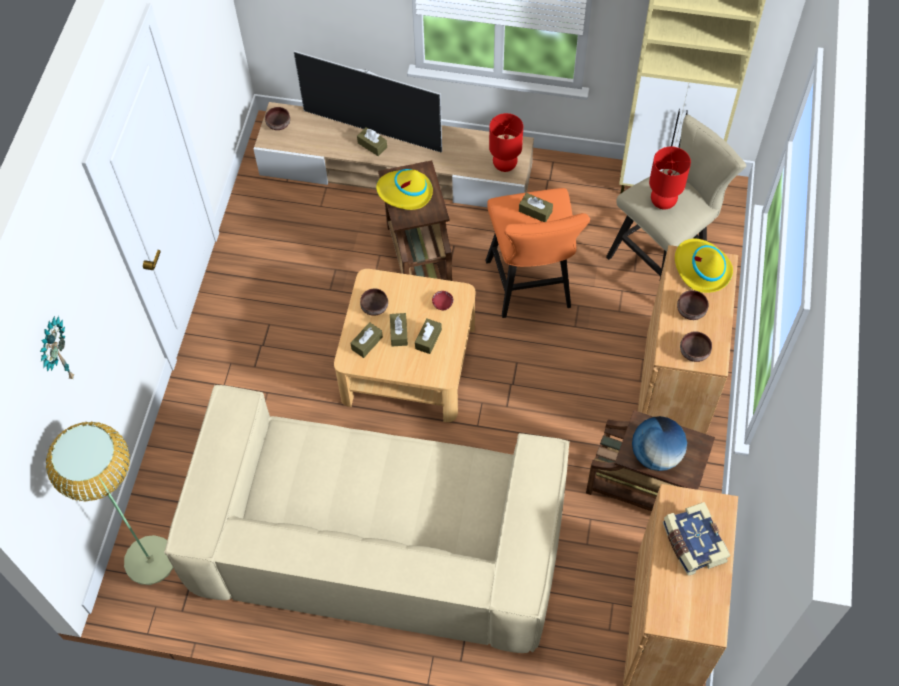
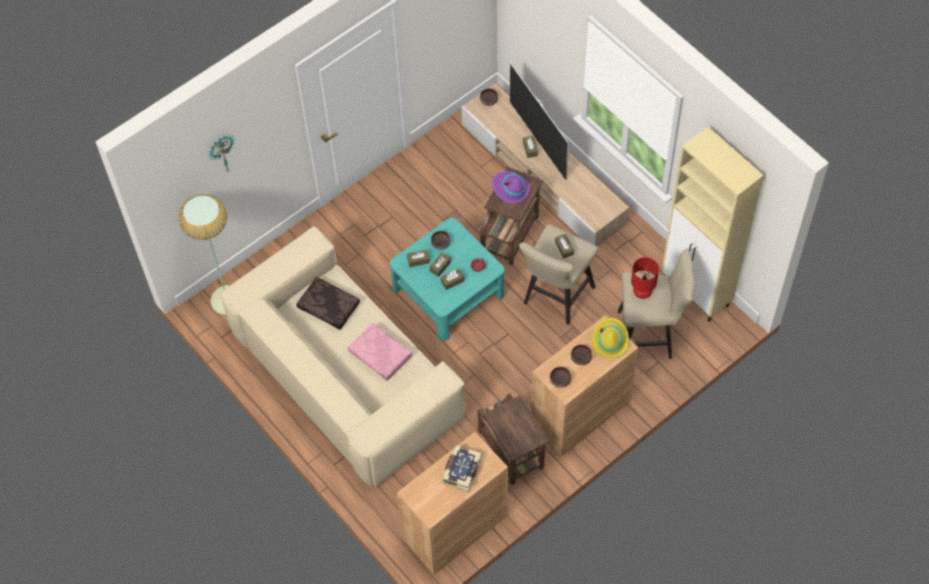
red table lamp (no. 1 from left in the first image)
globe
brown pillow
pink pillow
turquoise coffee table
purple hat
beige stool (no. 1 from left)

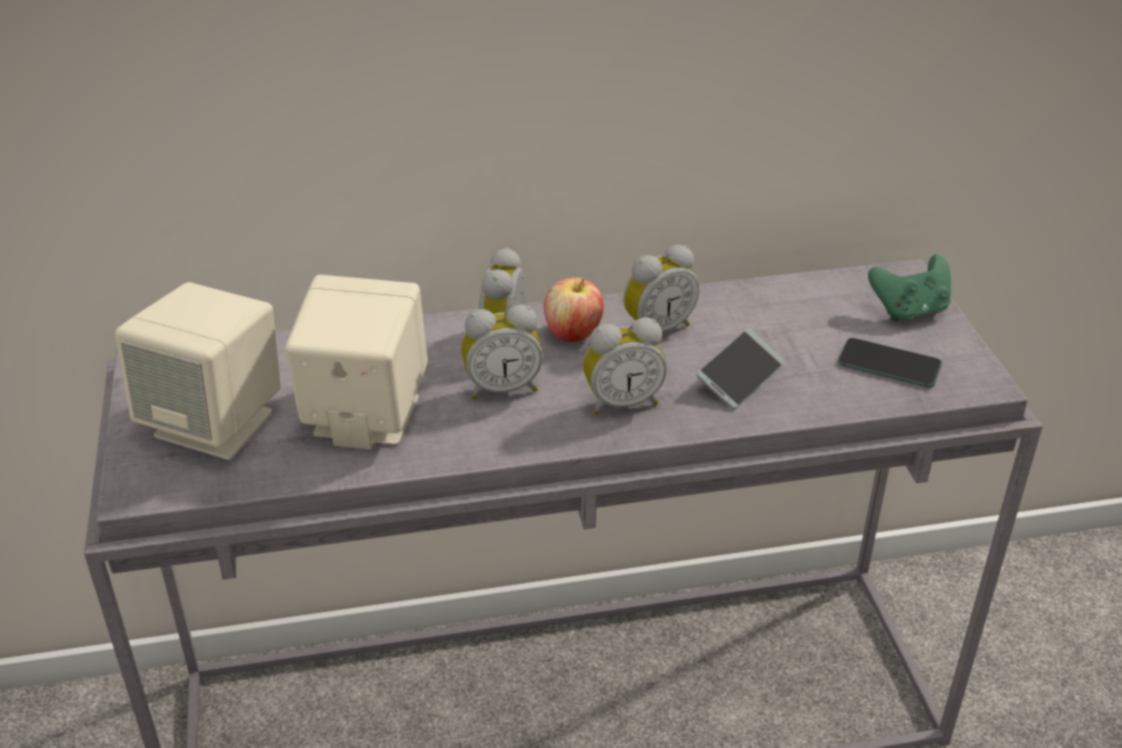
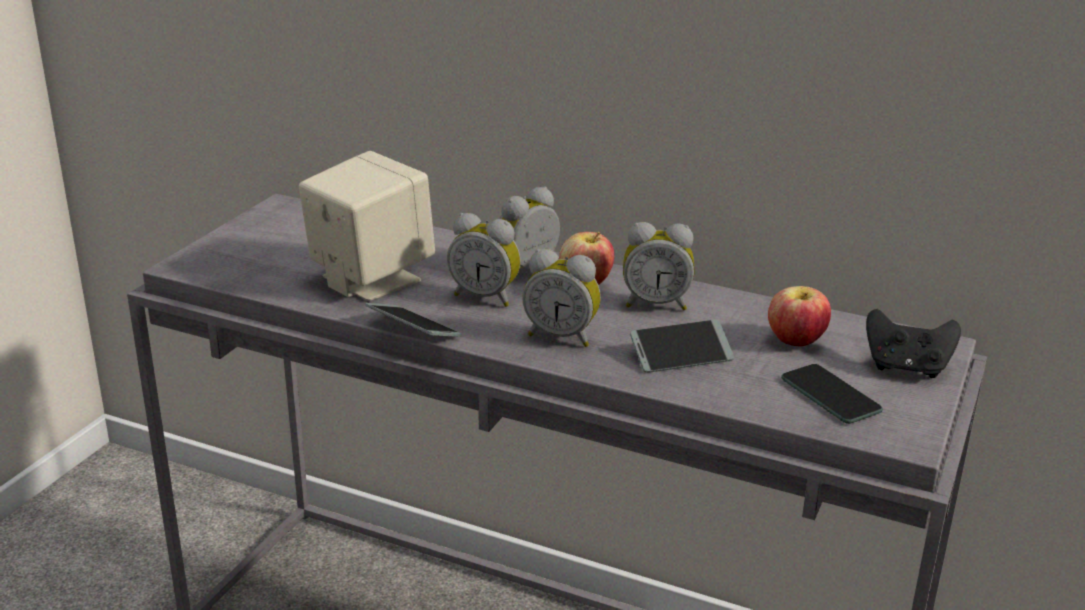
beige speaker (no. 1 from left in the first image)
phone (no. 1 from left)
apple (no. 2 from left)
black game controller

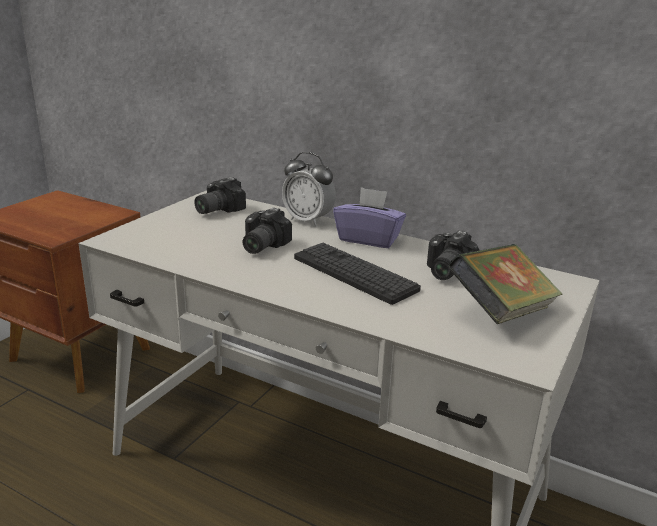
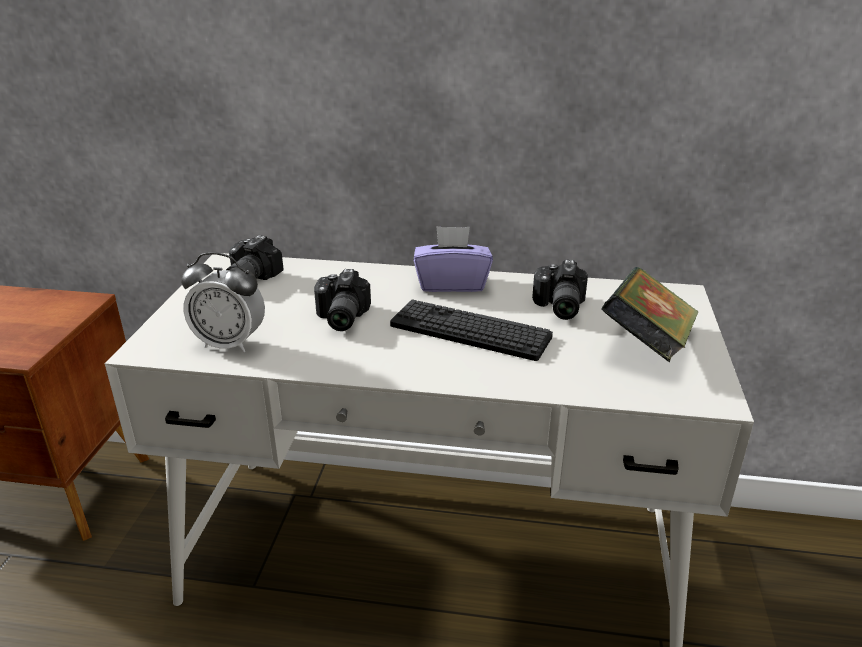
alarm clock

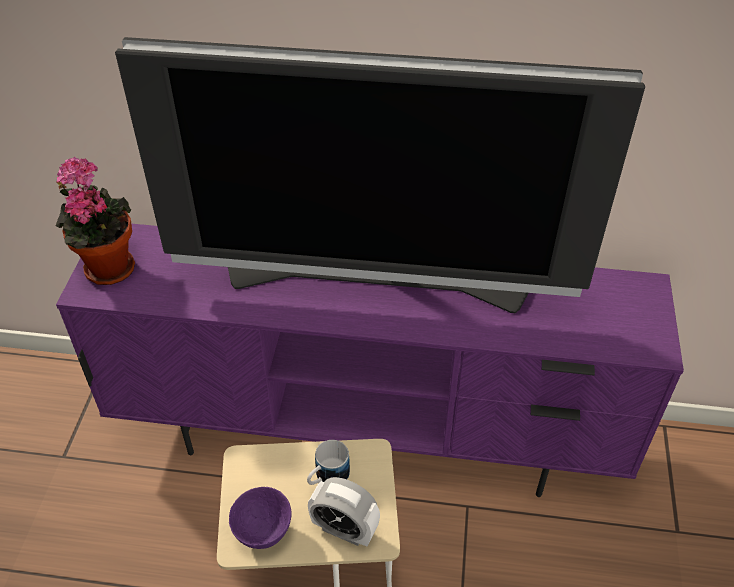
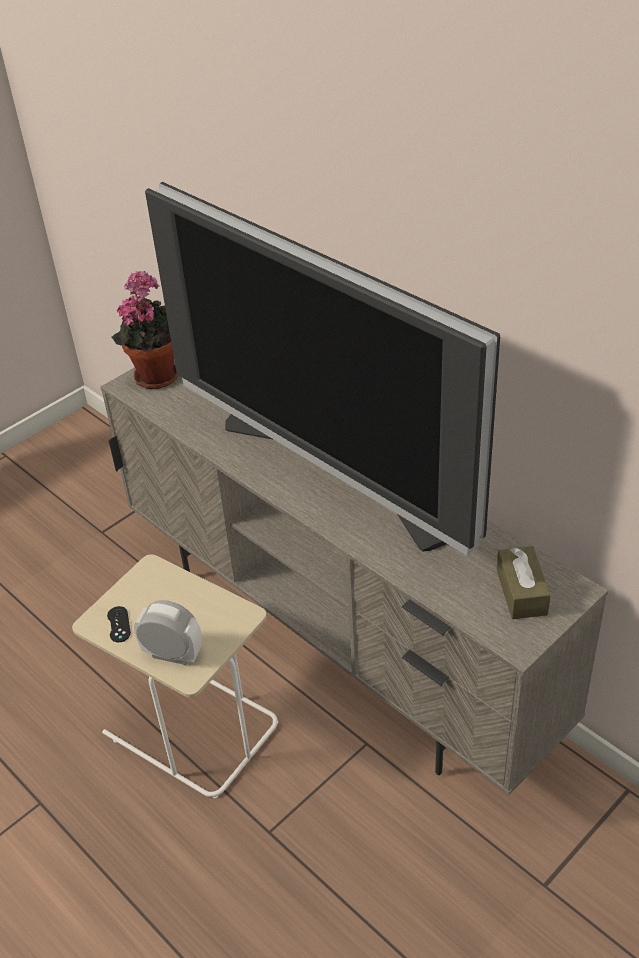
mug
brown tissue box
black game controller
beige tv stand
alarm clock

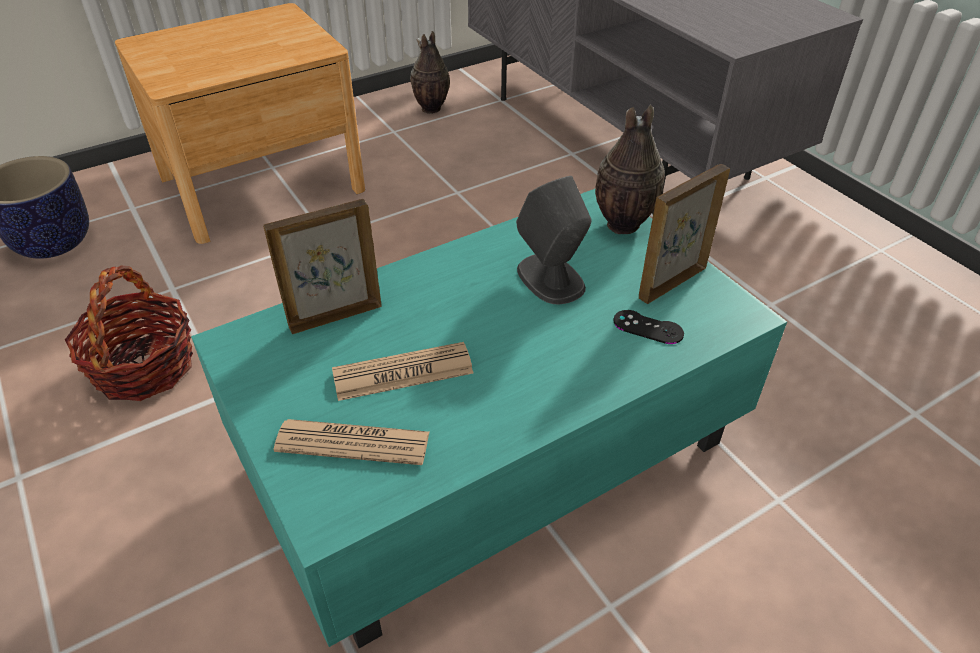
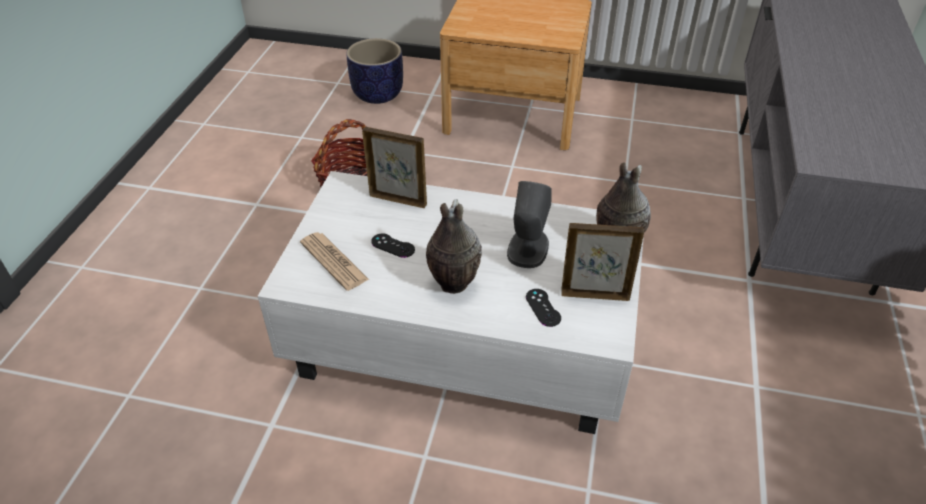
vase (no. 1 from left)
black game controller (no. 1 from left)
white coffee table

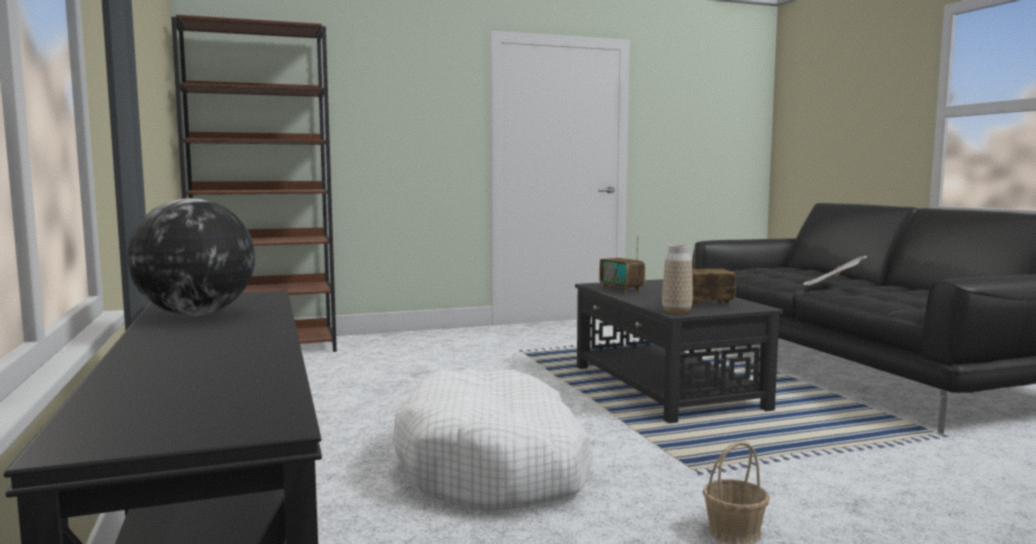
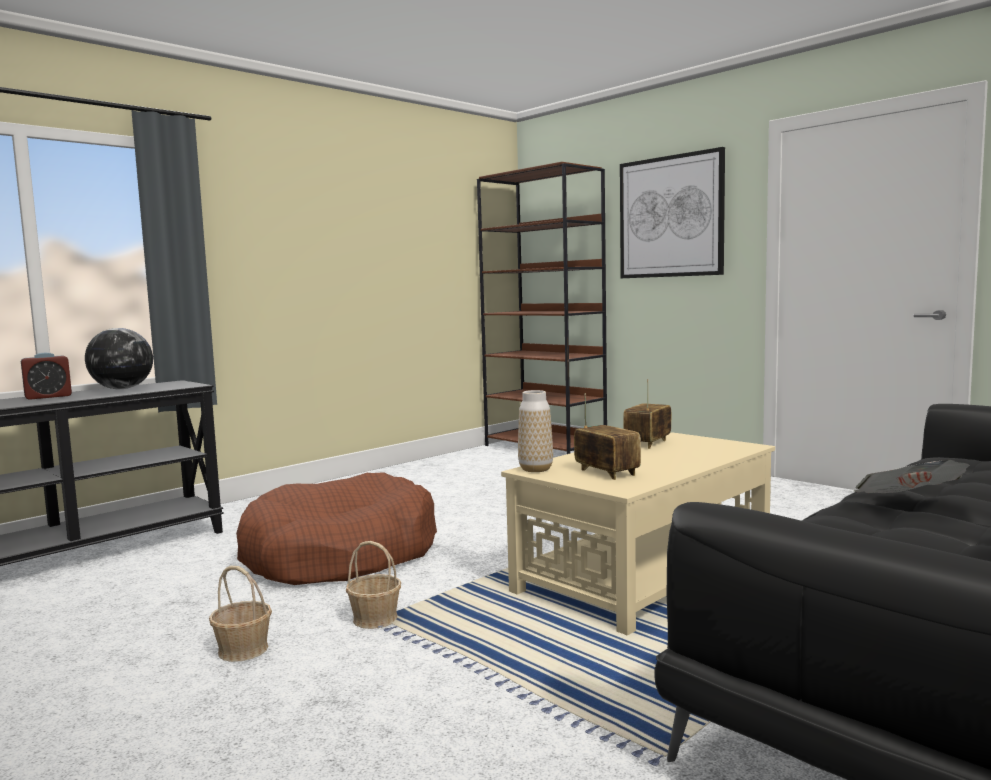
alarm clock
basket (no. 2 from left)
picture
brown dog bed
beige coffee table

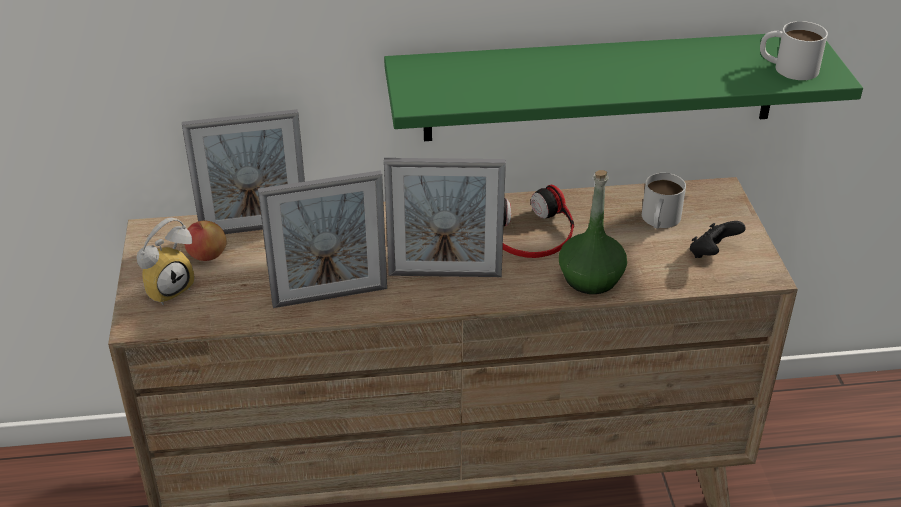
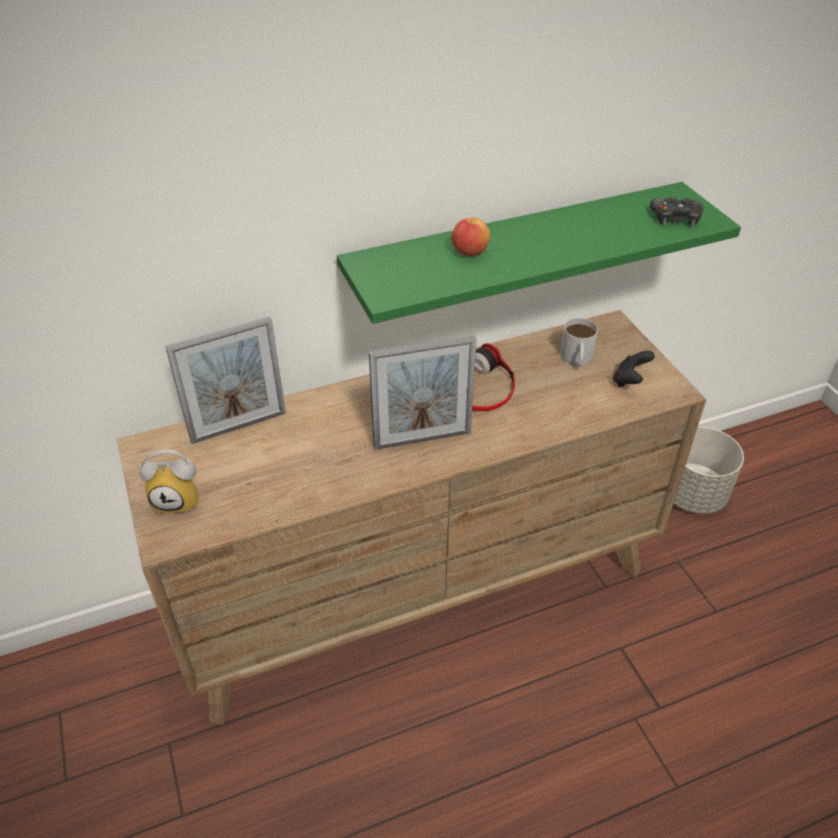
picture frame (no. 2 from left in the first image)
green bottle
grey planter
apple
black game controller (no. 2 from left)
alarm clock

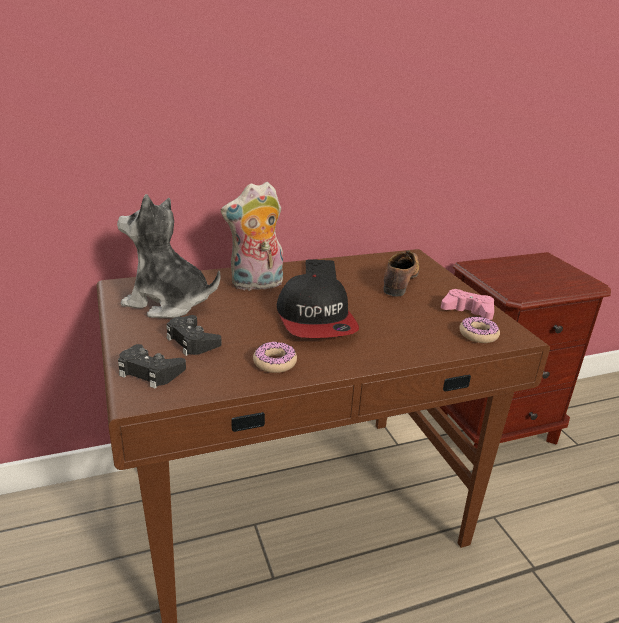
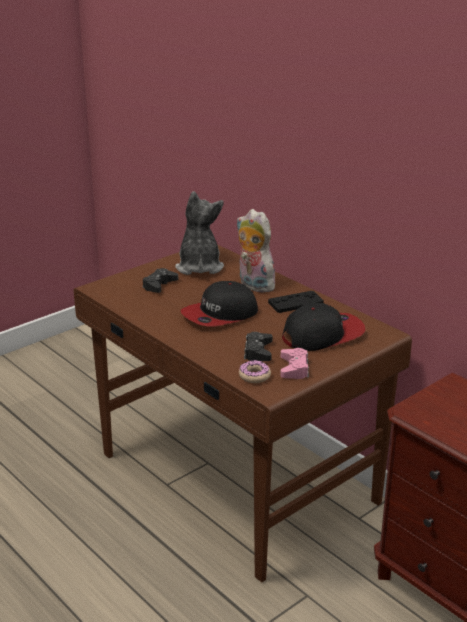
donut (no. 1 from left in the first image)
black game controller (no. 2 from left)
cap (no. 2 from left)

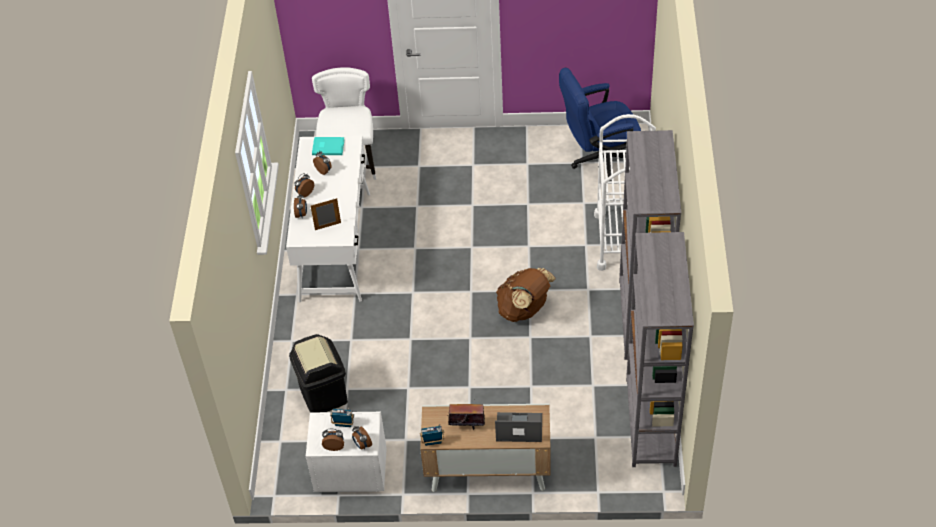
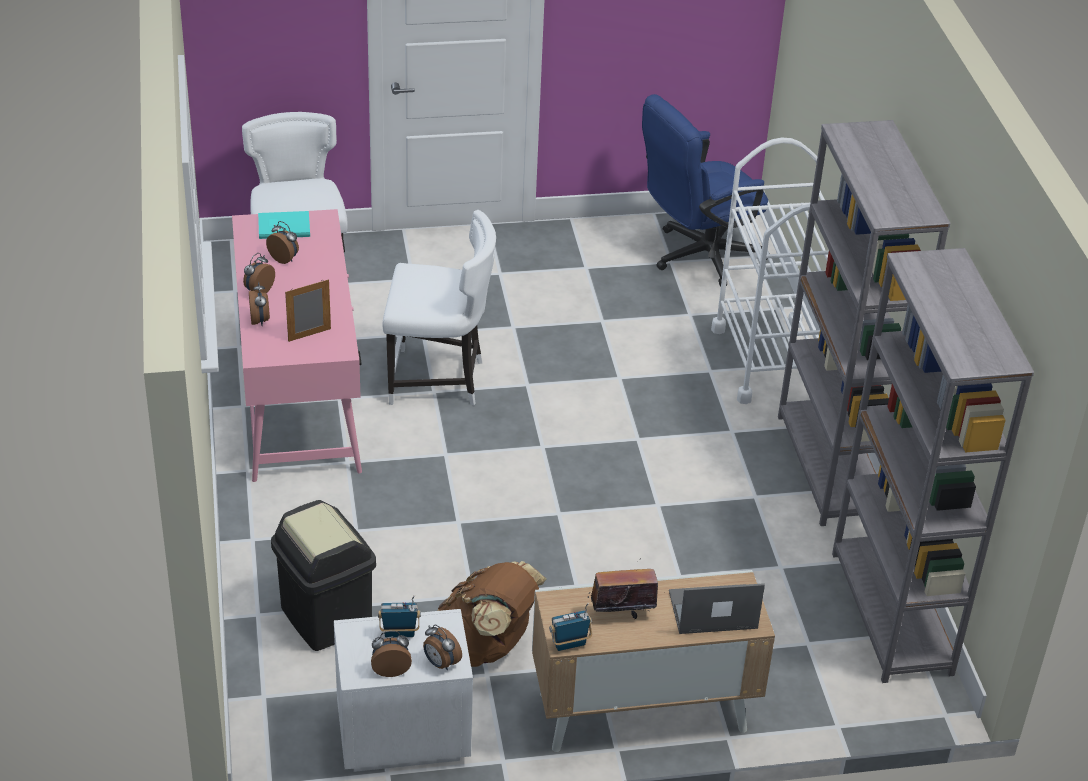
white chair (no. 2 from left)
brown backpack
pink desk

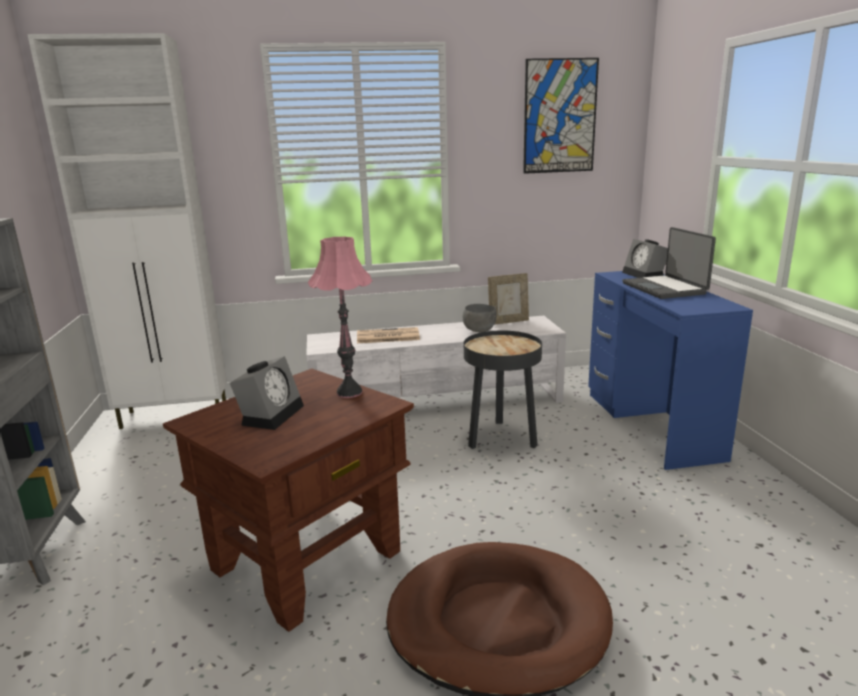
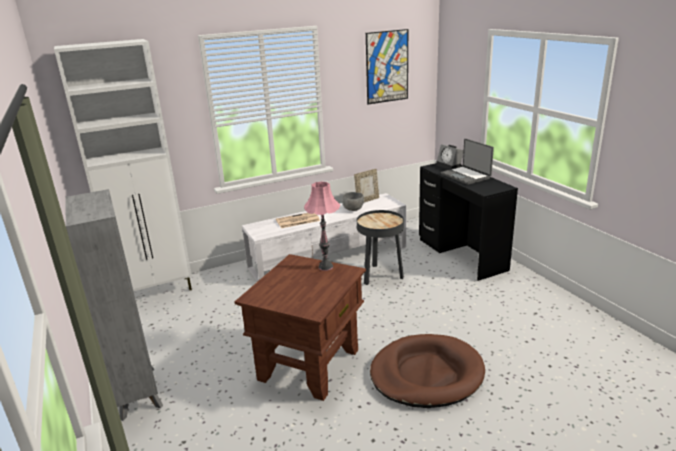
alarm clock (no. 1 from left in the first image)
black desk

